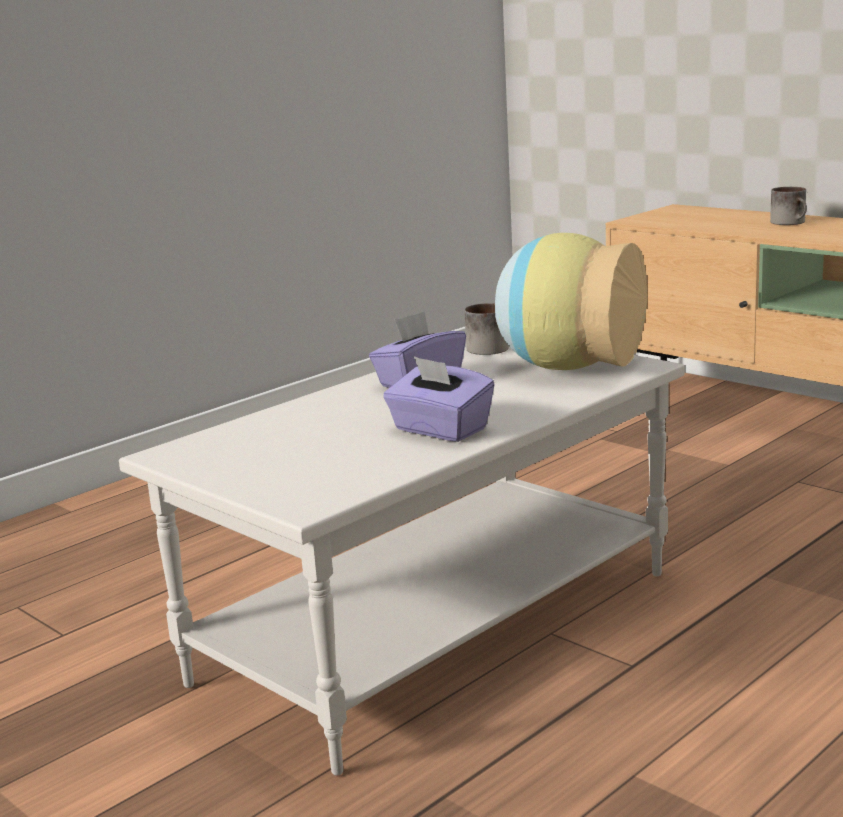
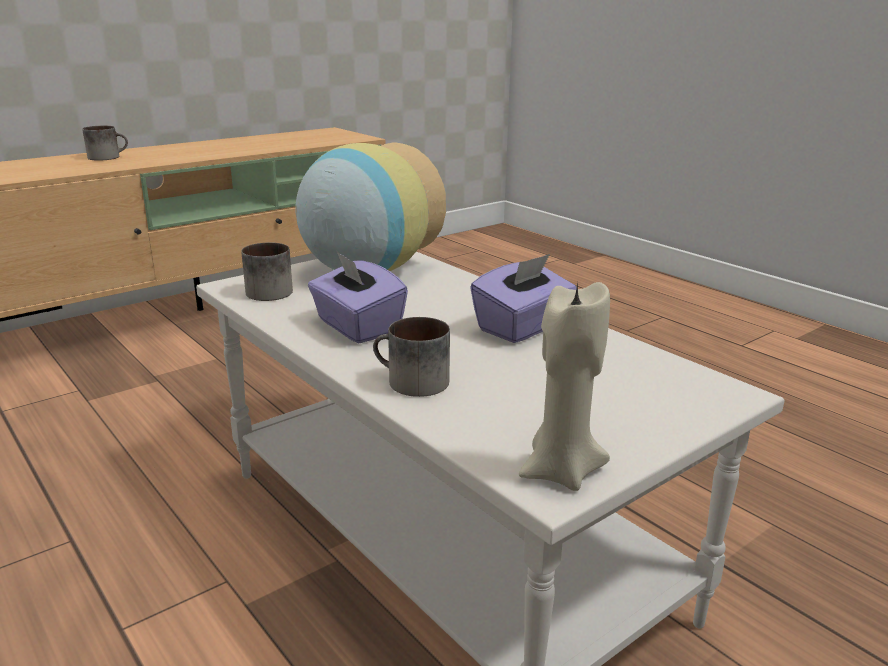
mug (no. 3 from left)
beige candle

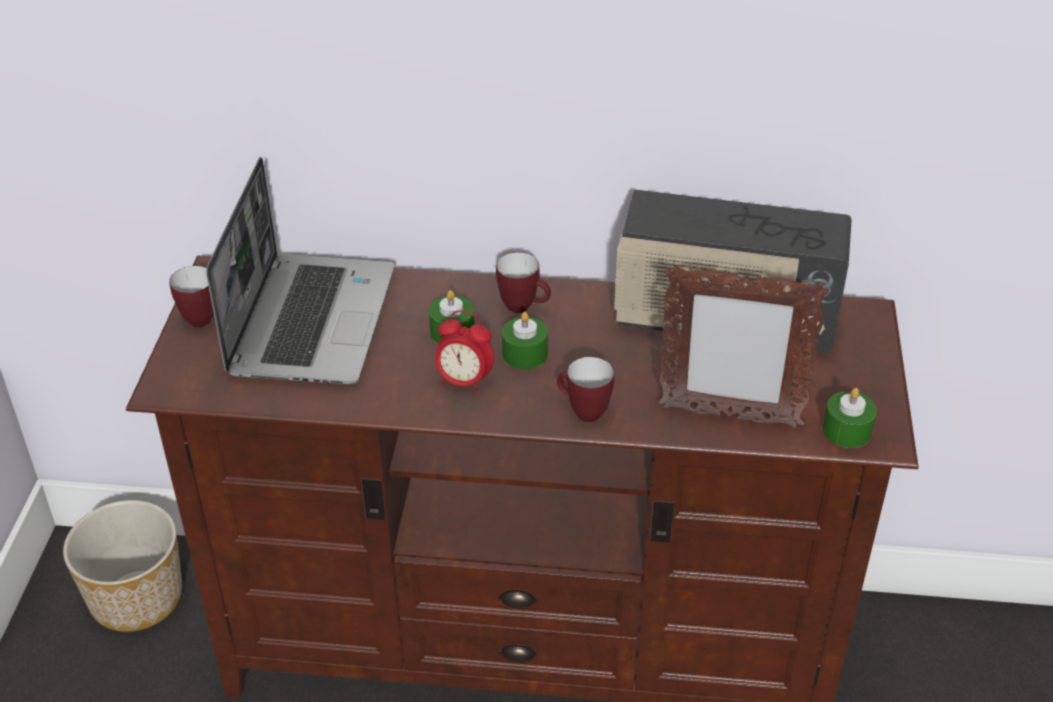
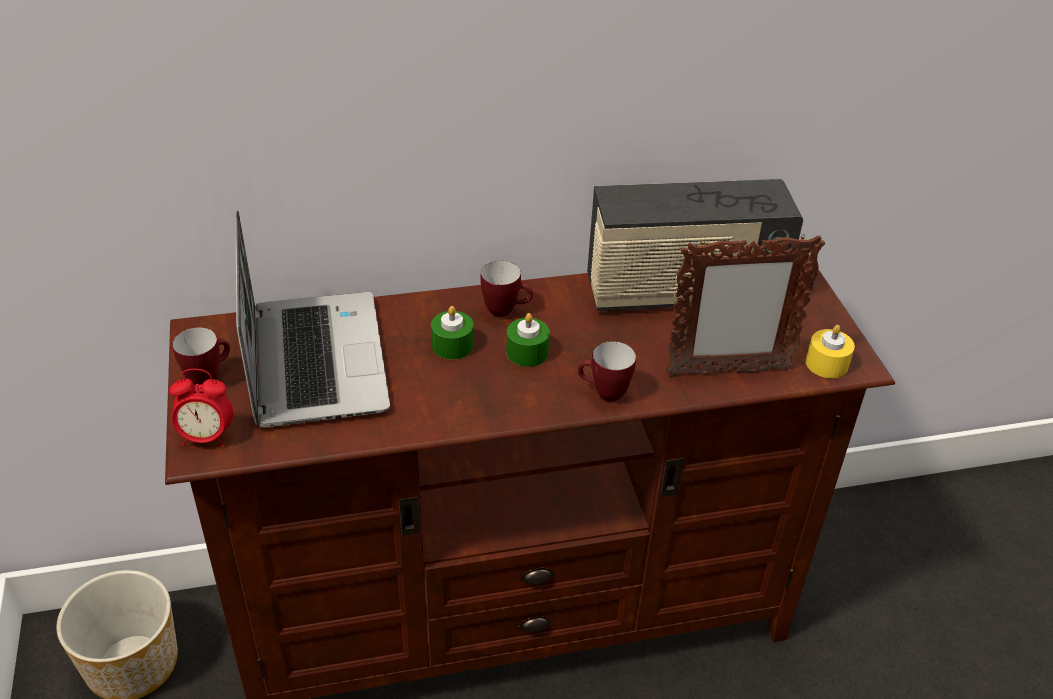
alarm clock
yellow candle

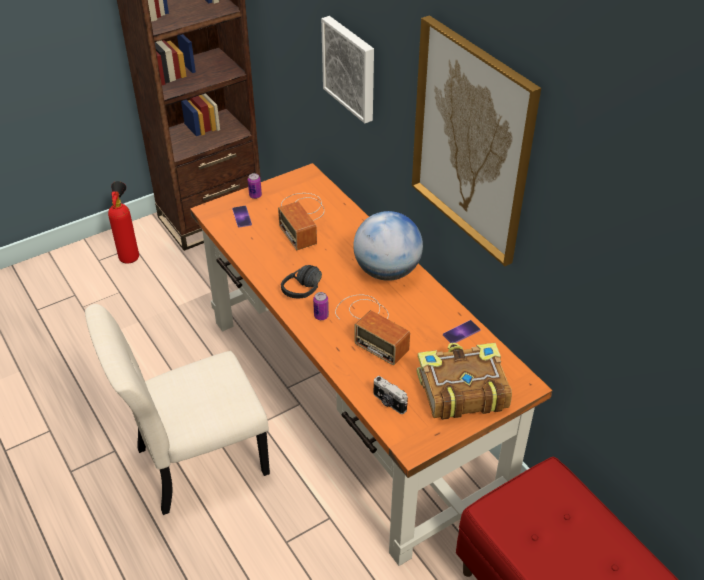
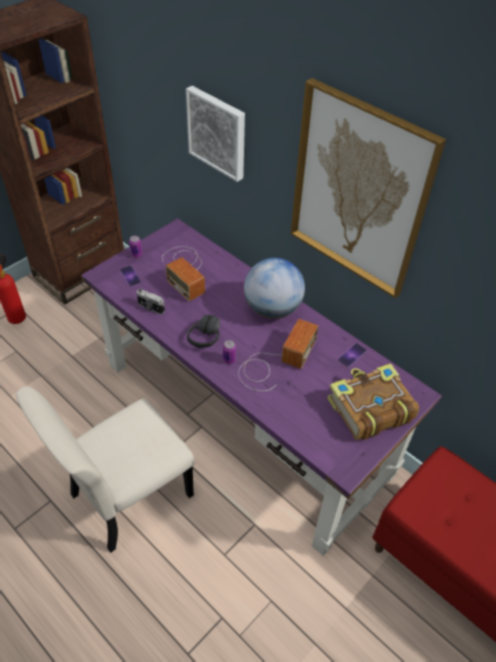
photo camera
purple desk
radio (no. 2 from left)

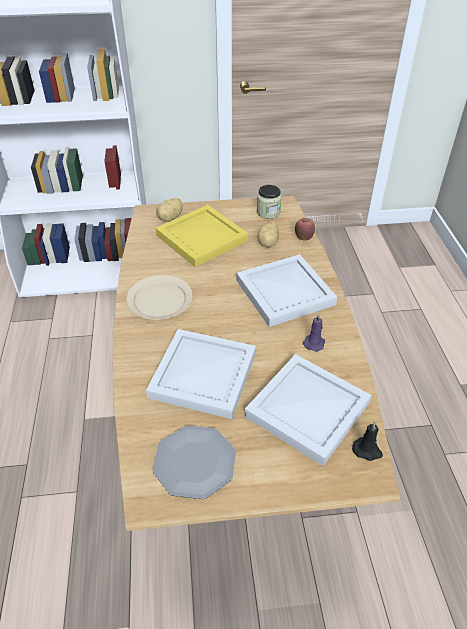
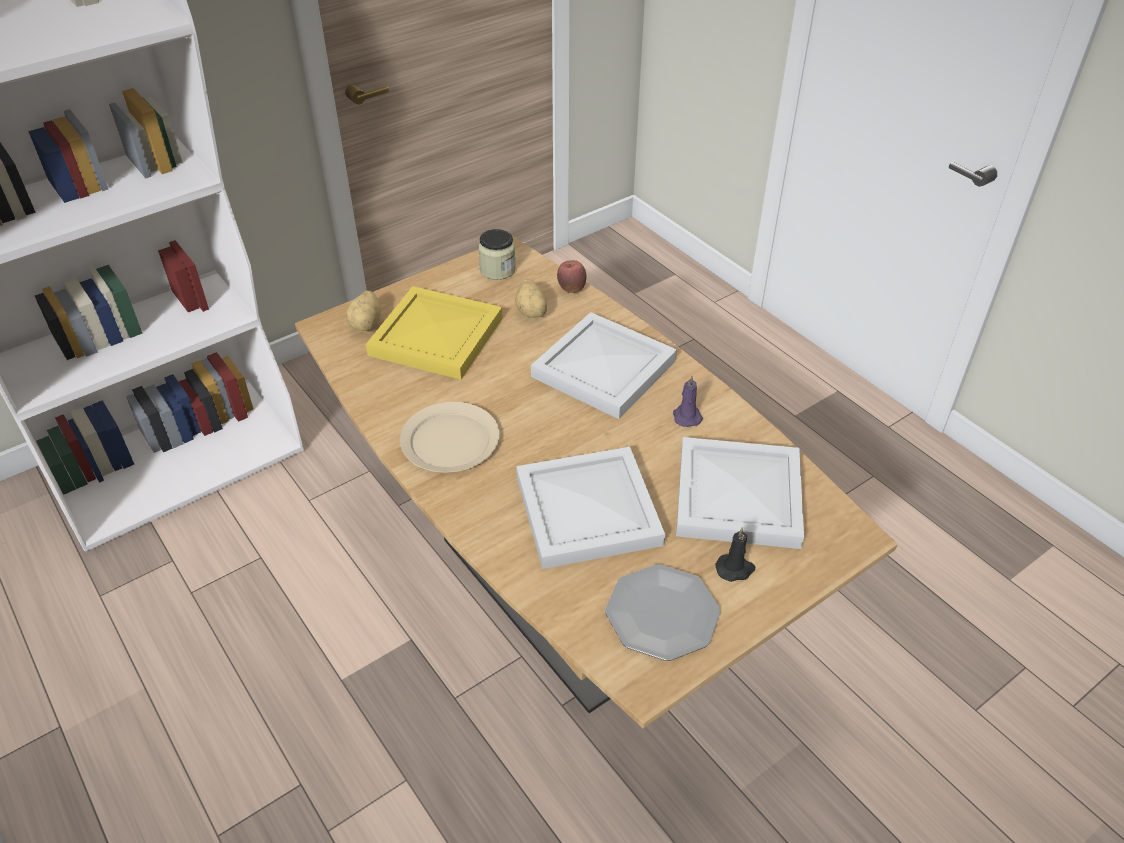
black candle

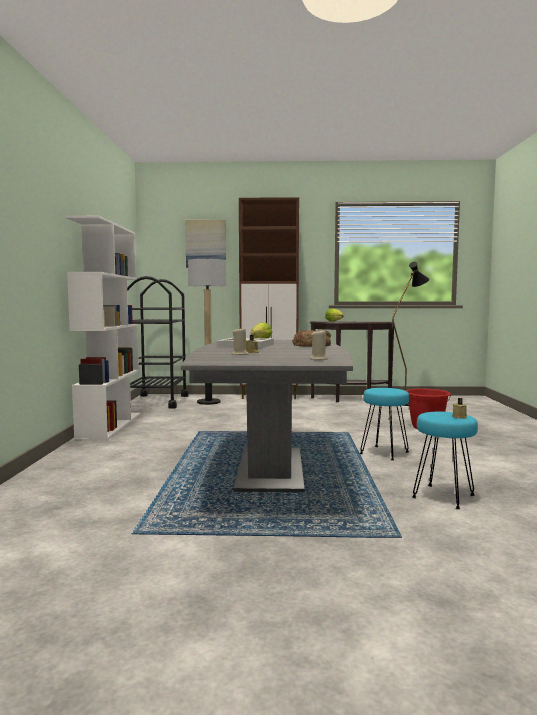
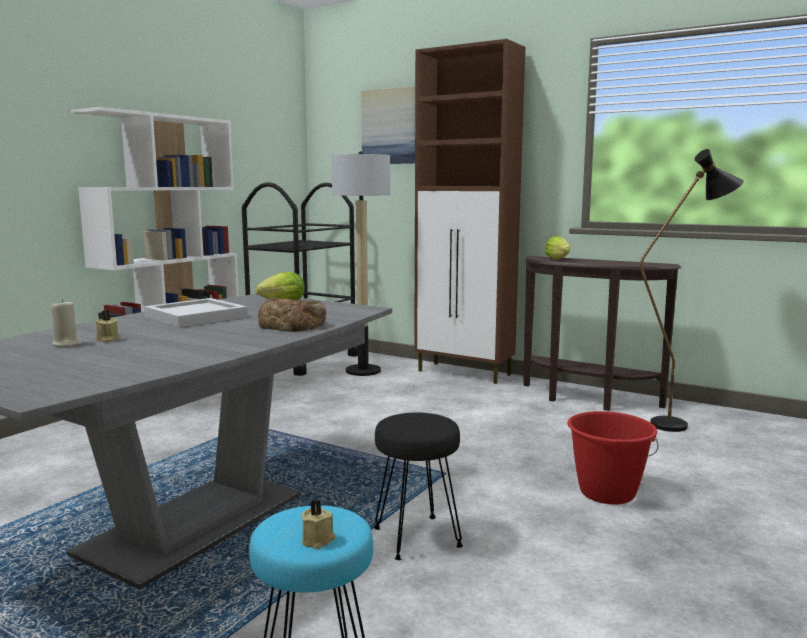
beige candle (no. 3 from left in the first image)
black stool

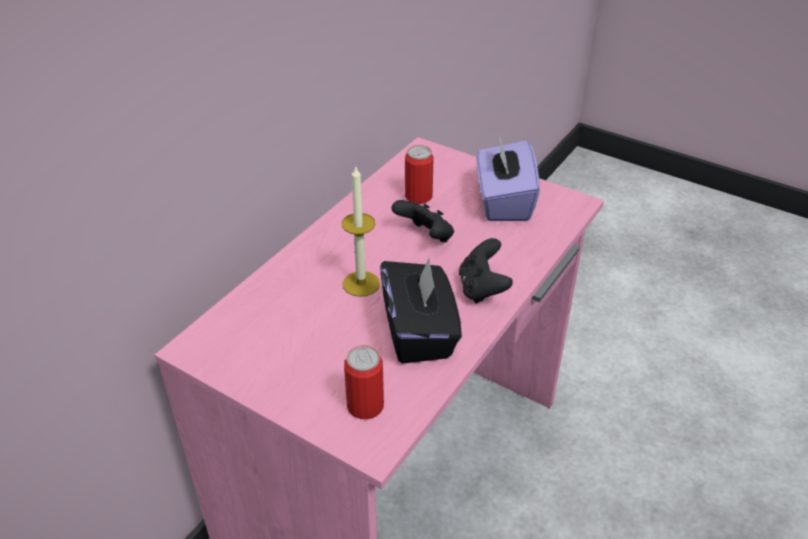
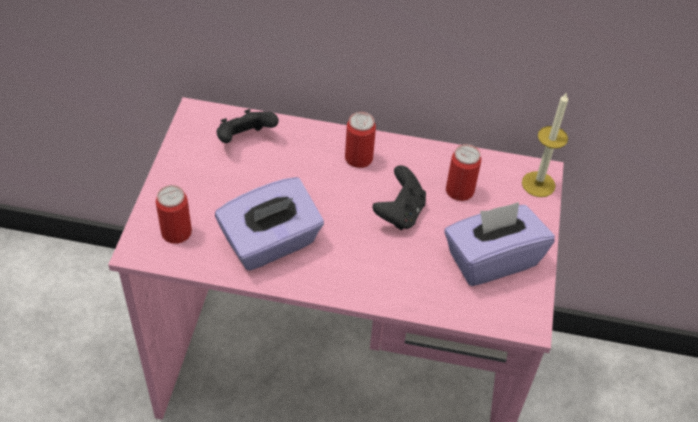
can (no. 2 from left)
candle
black game controller (no. 1 from left)
purple tissue box (no. 1 from left)

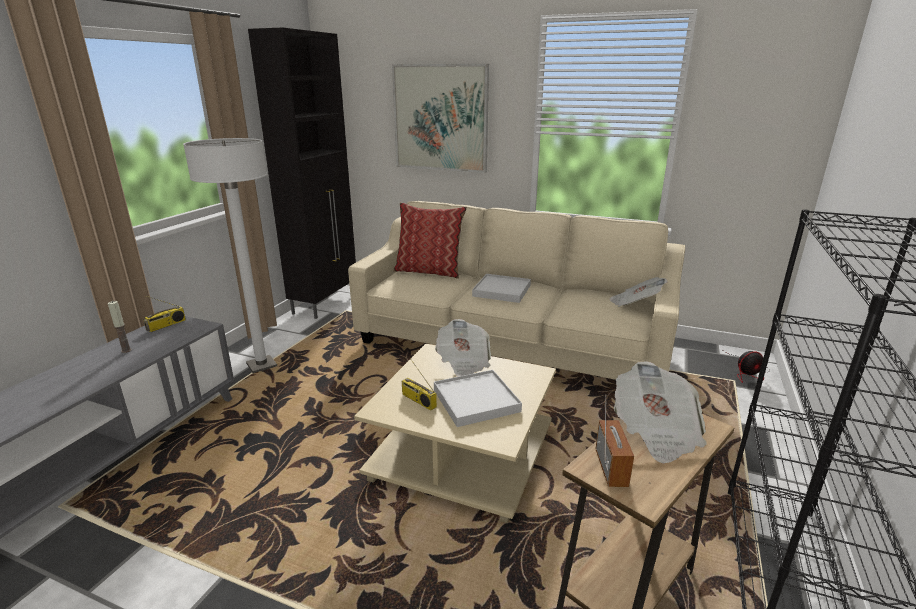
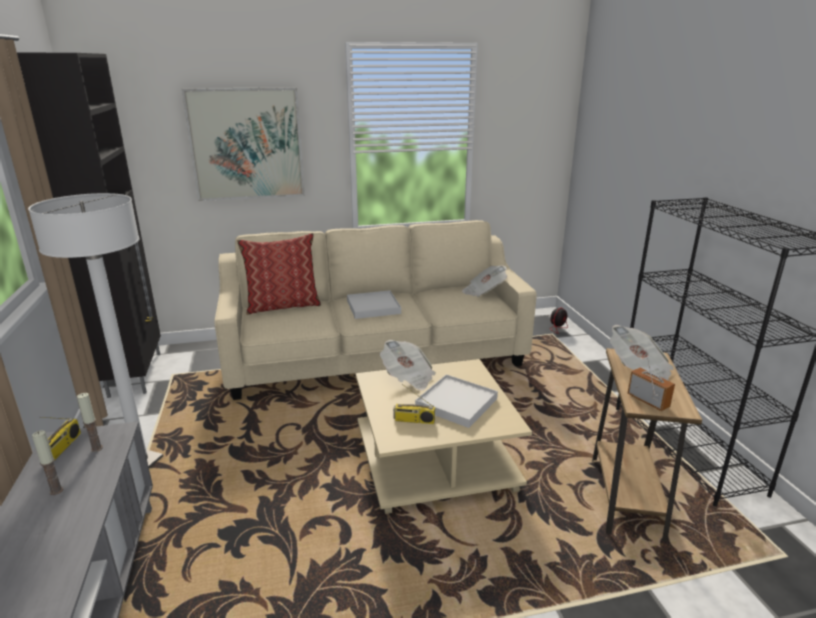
candle (no. 2 from left)

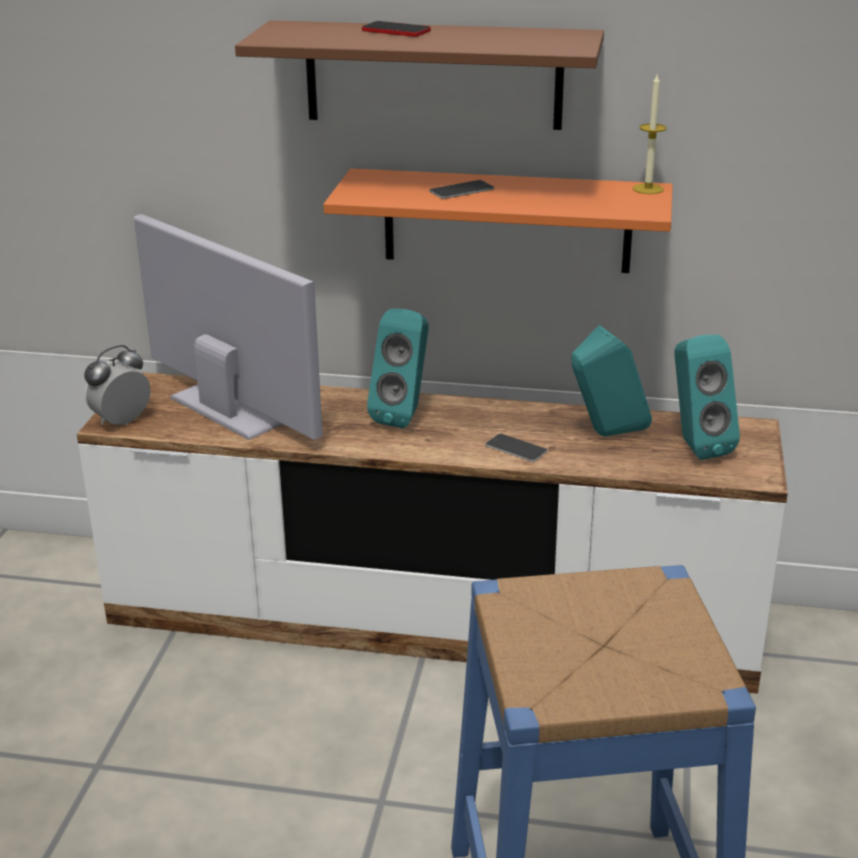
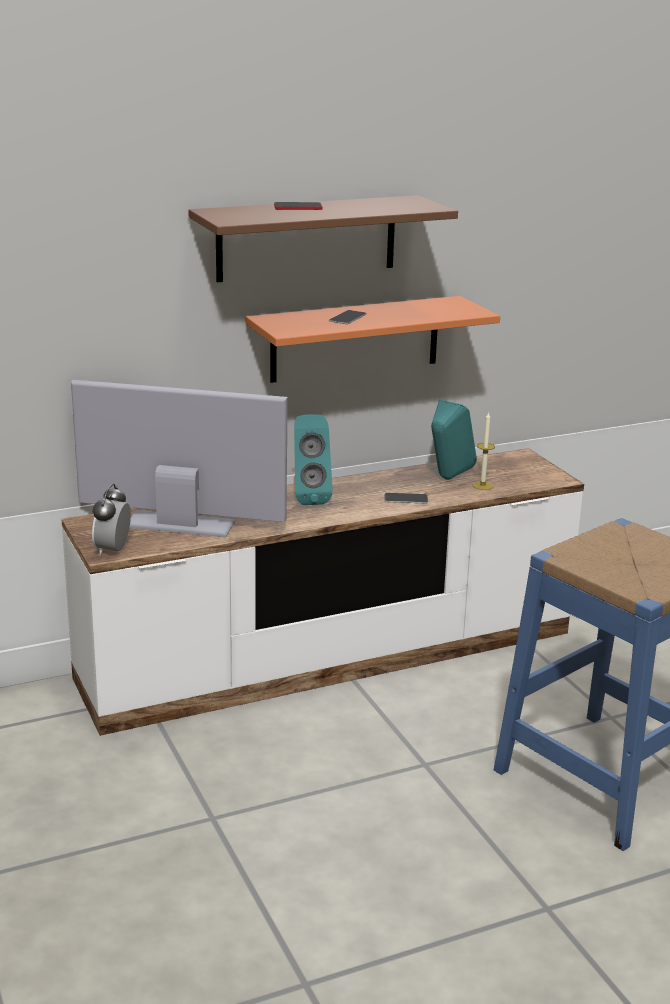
turquoise speaker (no. 3 from left in the first image)
candle

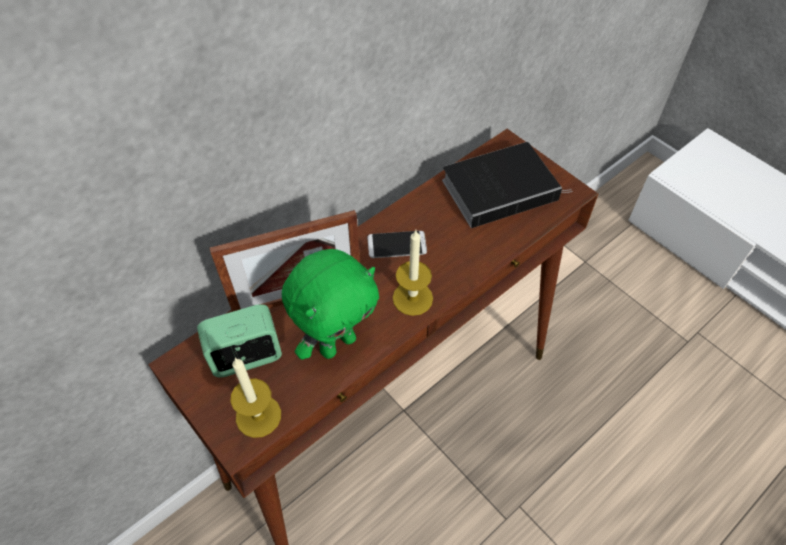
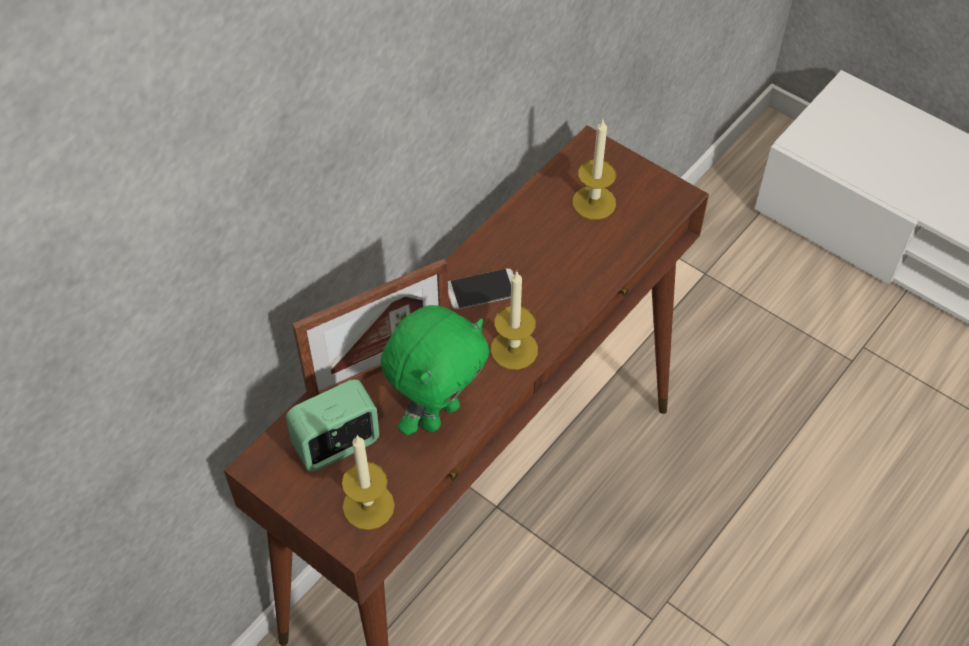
candle (no. 3 from left)

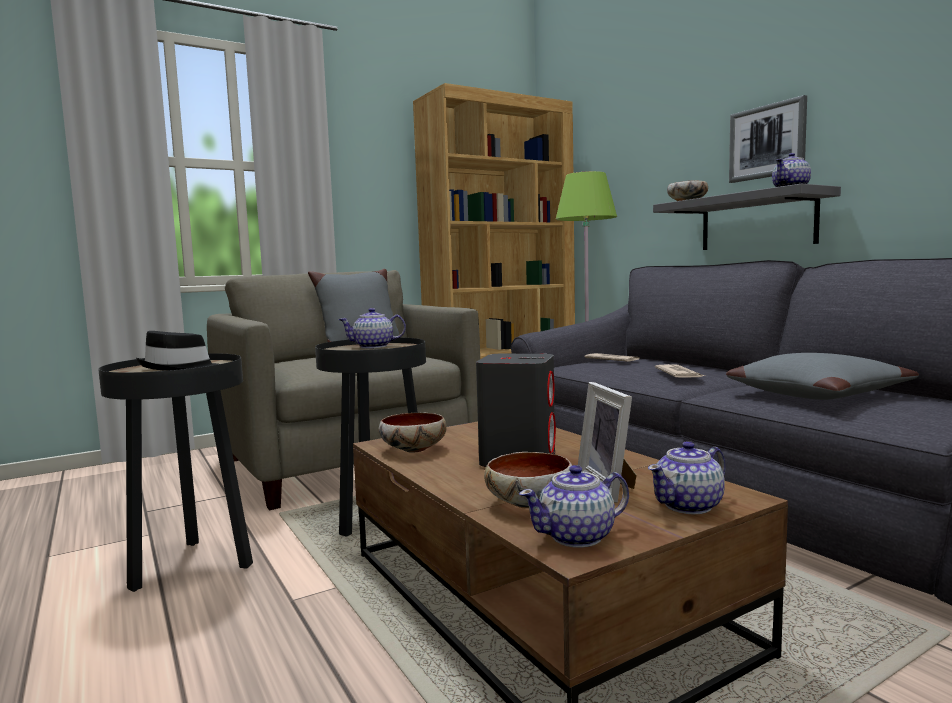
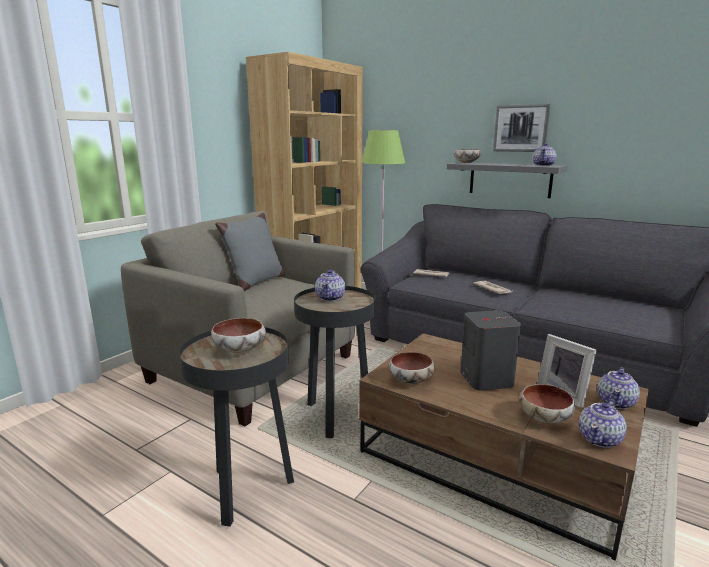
grey pillow (no. 2 from left in the first image)
bowl (no. 1 from left)
teapot (no. 1 from left)

